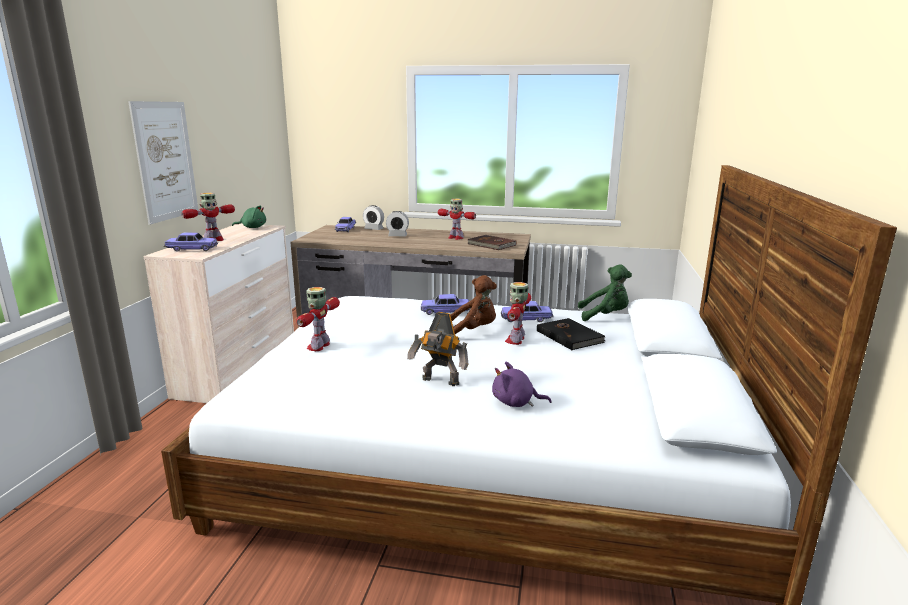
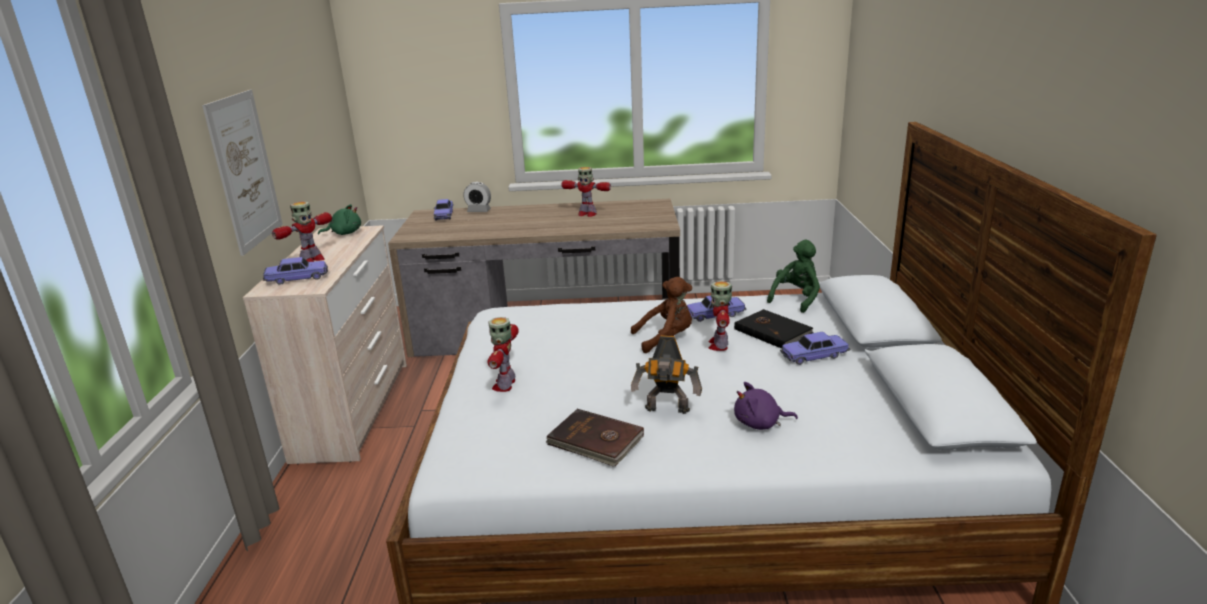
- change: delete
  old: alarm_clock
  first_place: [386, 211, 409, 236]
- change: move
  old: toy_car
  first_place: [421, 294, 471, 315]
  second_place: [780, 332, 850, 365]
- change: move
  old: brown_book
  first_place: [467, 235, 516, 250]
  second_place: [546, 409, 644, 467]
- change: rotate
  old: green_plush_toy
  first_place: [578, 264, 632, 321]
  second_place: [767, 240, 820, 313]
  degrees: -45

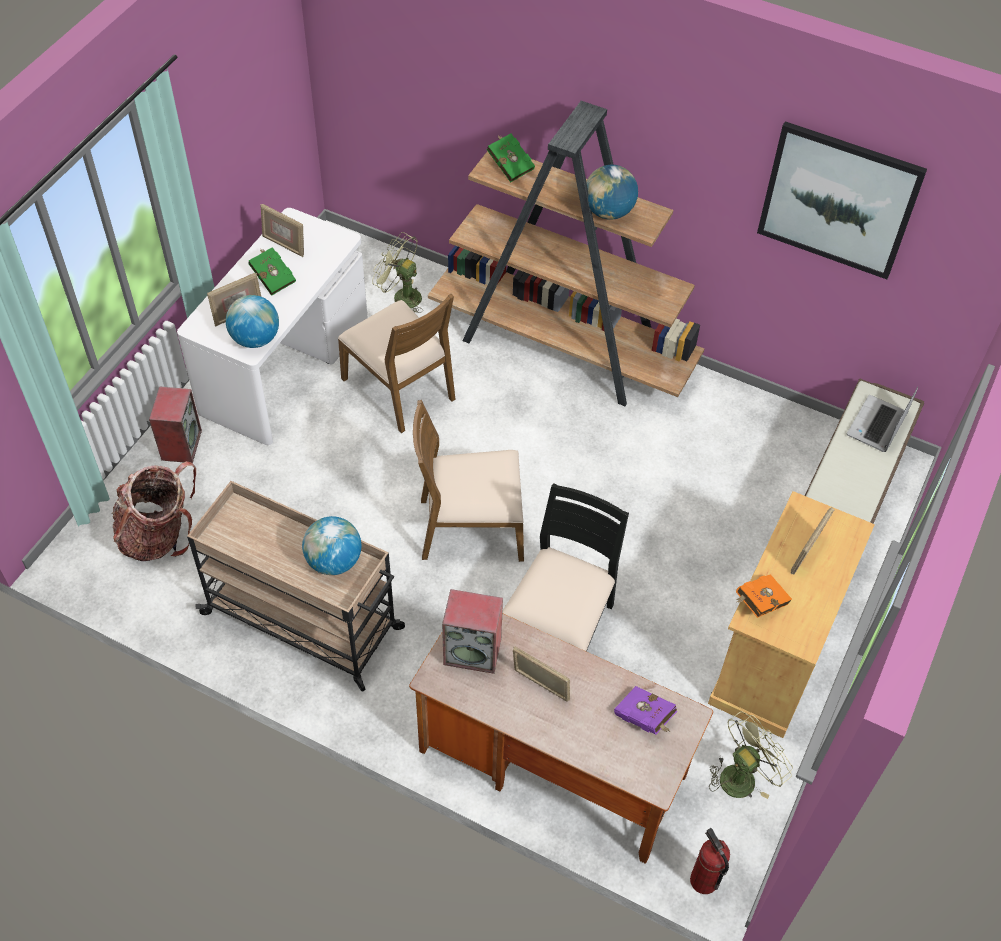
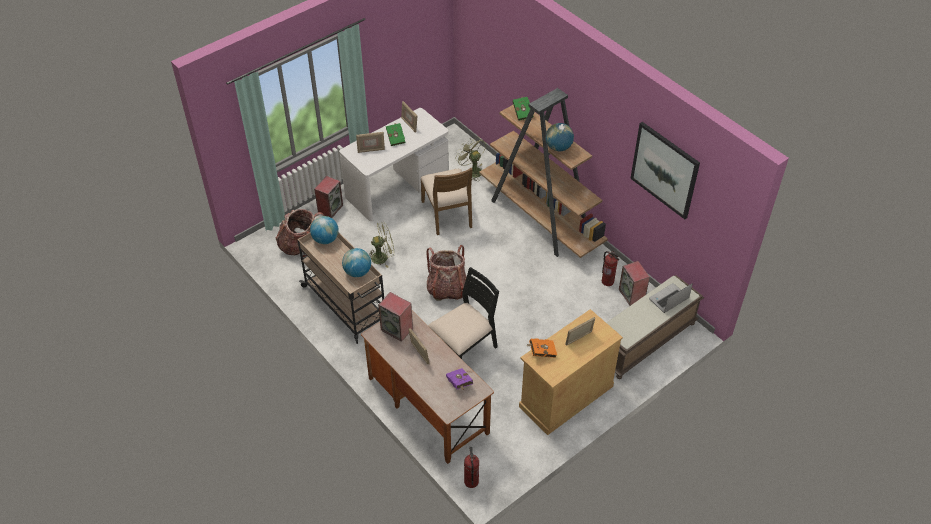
- change: insert
  new: fire_extinguisher
  second_place: [602, 251, 620, 286]
- change: insert
  new: speaker
  second_place: [619, 261, 650, 306]
- change: move
  old: globe
  first_place: [226, 295, 279, 348]
  second_place: [310, 216, 339, 244]
- change: move
  old: green_fan
  first_place: [709, 711, 793, 799]
  second_place: [369, 222, 395, 268]
- change: replace
  old: brown_chair
  new: backpack
  first_place: [413, 400, 524, 562]
  second_place: [426, 245, 466, 301]

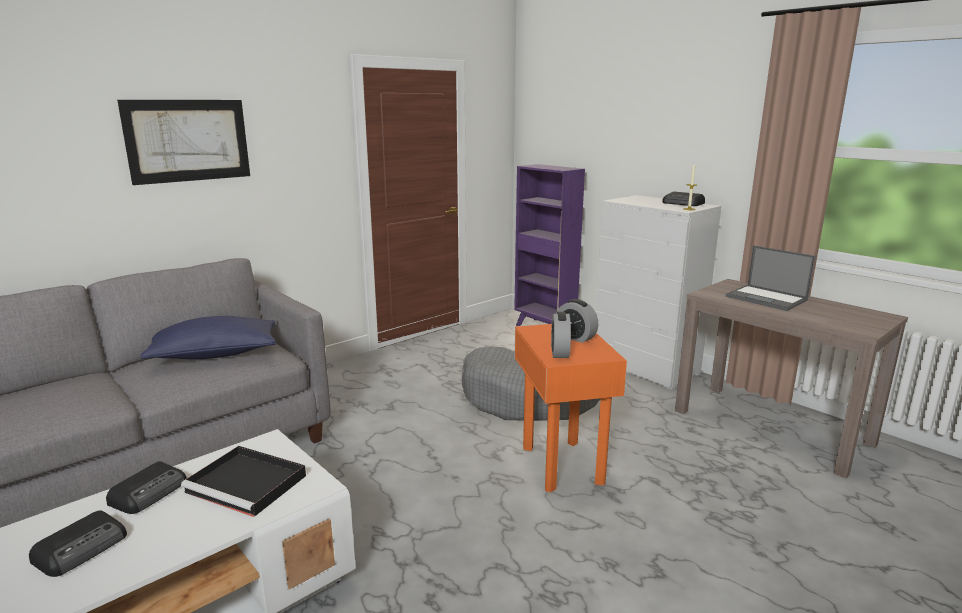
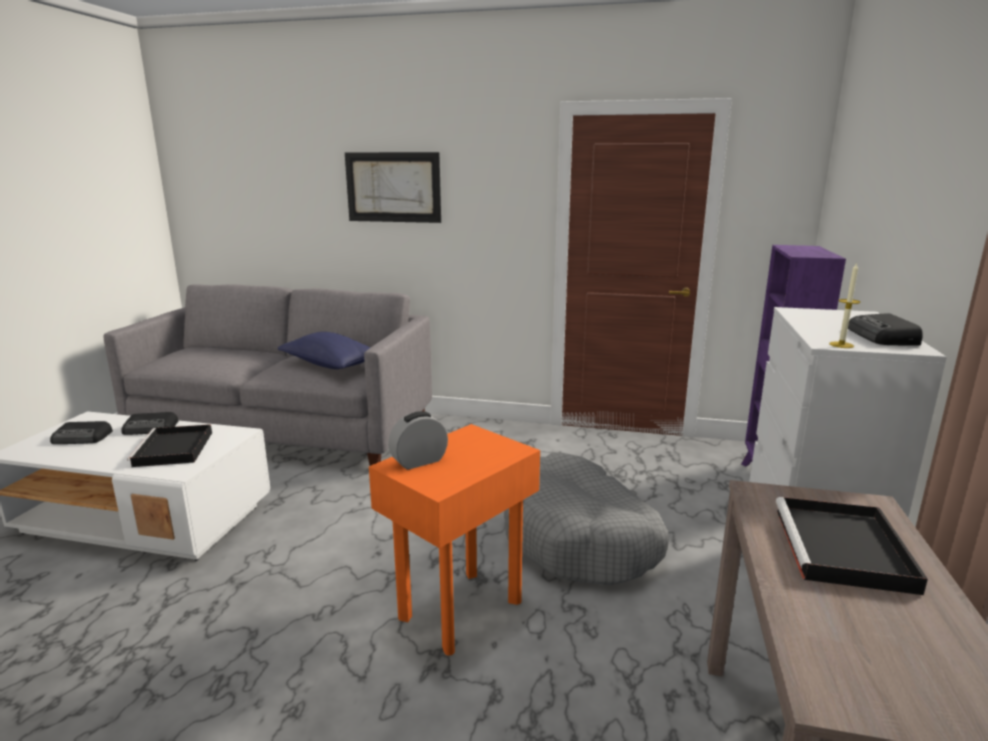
- change: delete
  old: alarm_clock
  first_place: [556, 299, 598, 343]
- change: replace
  old: laptop
  new: black_tray
  first_place: [726, 245, 815, 311]
  second_place: [775, 497, 928, 595]

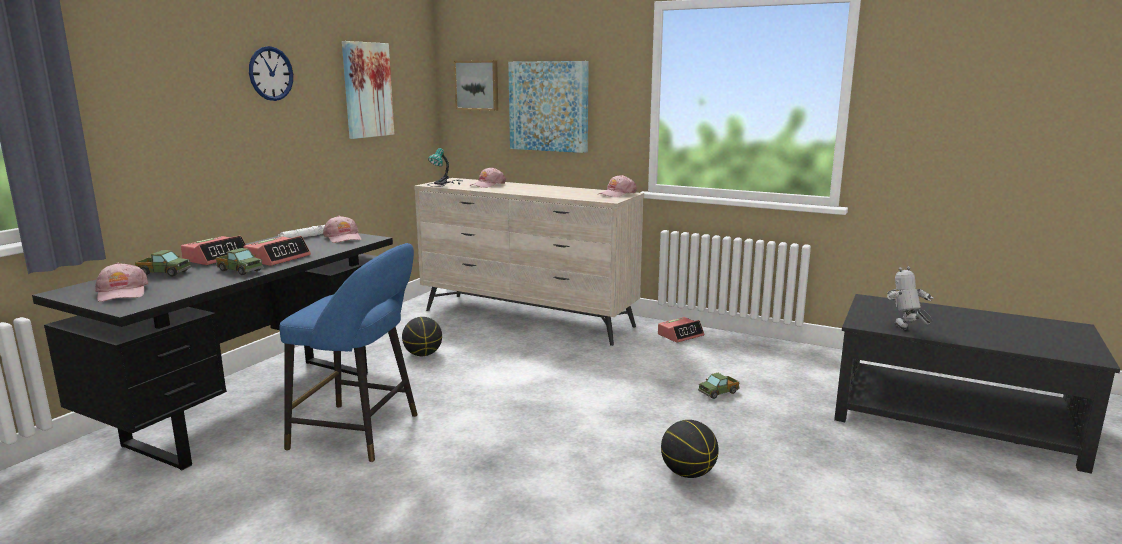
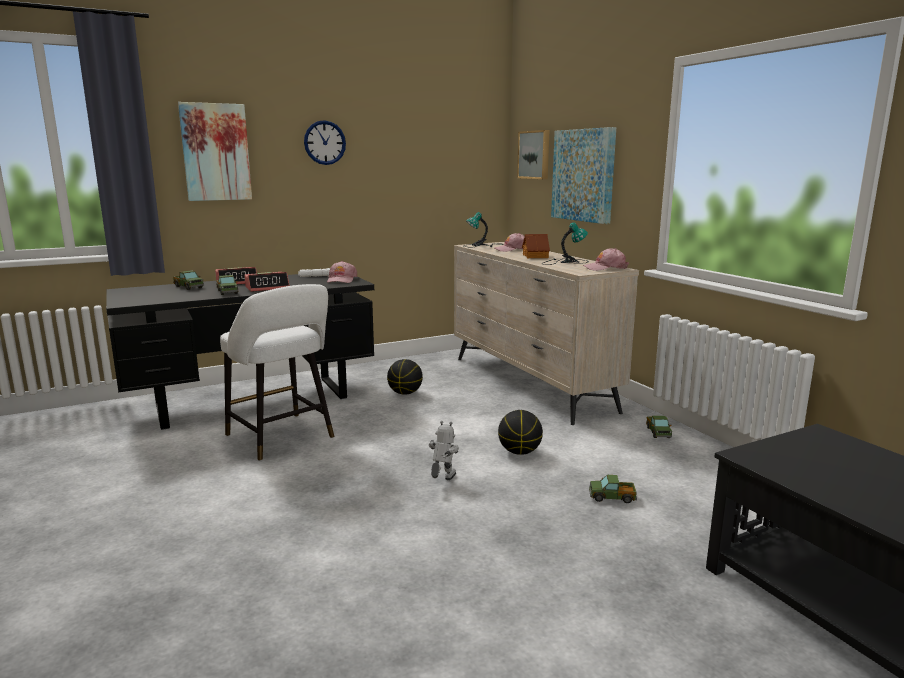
- change: delete
  old: pink_cap
  first_place: [95, 263, 148, 302]
- change: insert
  new: toy_house
  second_place: [522, 234, 550, 258]
- change: insert
  new: table_lamp
  second_place: [543, 222, 589, 265]
- change: move
  old: picture
  first_place: [342, 41, 394, 139]
  second_place: [178, 102, 252, 201]
- change: move
  old: basketball
  first_place: [661, 420, 719, 478]
  second_place: [498, 410, 543, 455]
- change: move
  old: toy_robot
  first_place: [887, 266, 934, 330]
  second_place: [429, 421, 459, 480]
- change: replace
  old: alarm_clock
  new: toy_truck
  first_place: [658, 317, 704, 343]
  second_place: [646, 416, 672, 438]
- change: recolor
  old: blue_stool
  new: white_stool
  first_place: [279, 243, 418, 462]
  second_place: [220, 284, 334, 461]

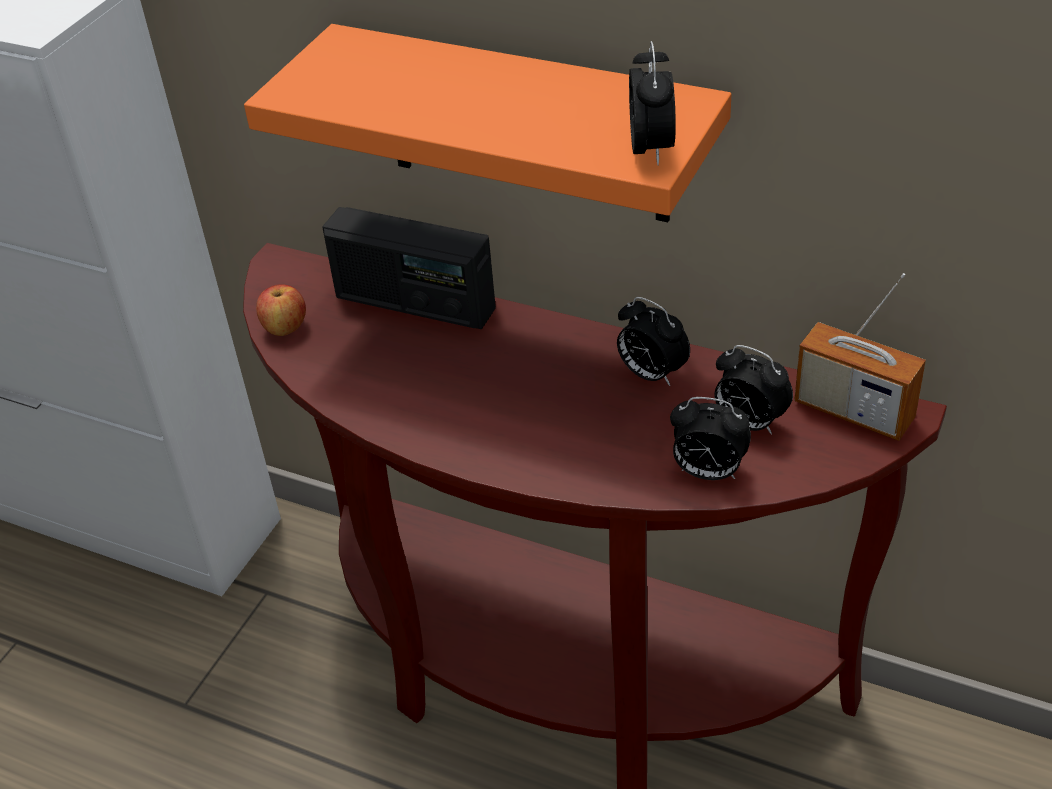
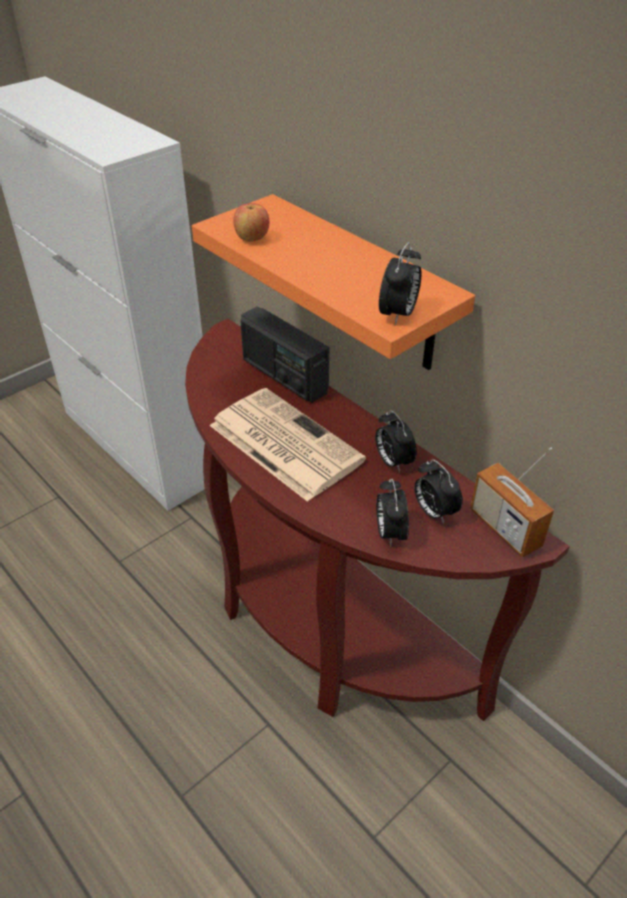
- change: insert
  new: newspaper
  second_place: [210, 388, 366, 502]
- change: move
  old: apple
  first_place: [256, 284, 306, 336]
  second_place: [233, 203, 269, 242]
- change: rotate
  old: alarm_clock
  first_place: [670, 397, 751, 480]
  second_place: [376, 479, 409, 547]
  degrees: 45

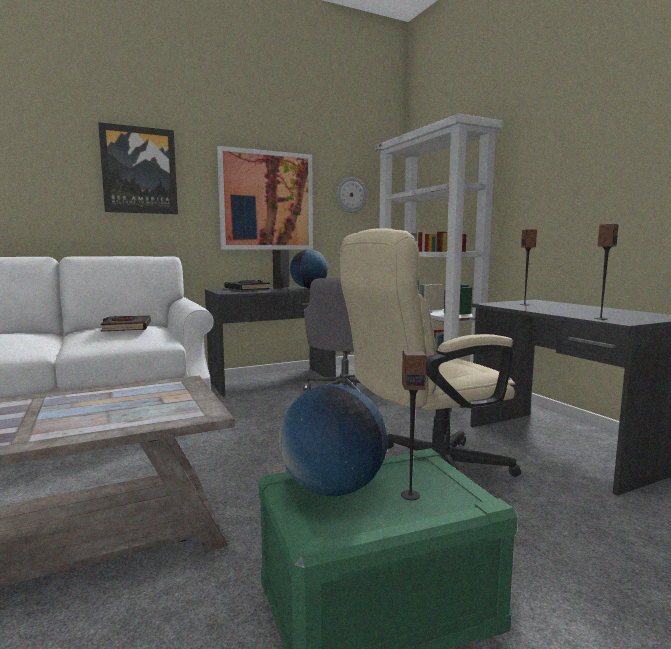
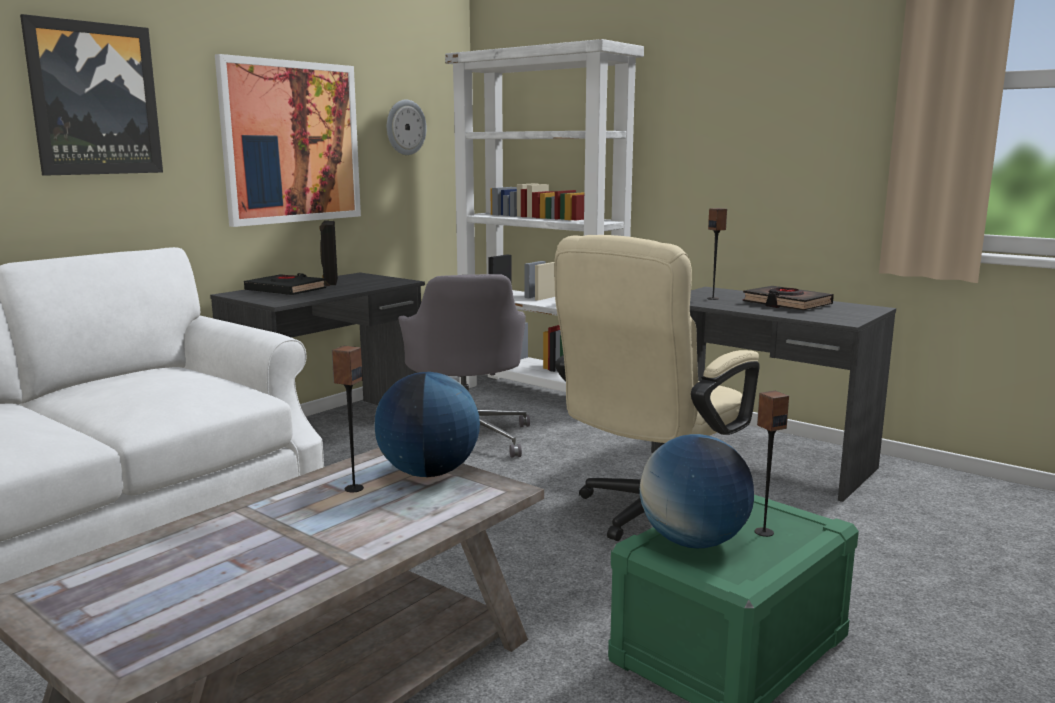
- change: move
  old: black_book
  first_place: [100, 316, 151, 332]
  second_place: [743, 286, 834, 310]
- change: move
  old: globe
  first_place: [290, 249, 328, 288]
  second_place: [375, 372, 480, 477]
- change: move
  old: speaker
  first_place: [594, 224, 618, 320]
  second_place: [332, 346, 364, 493]

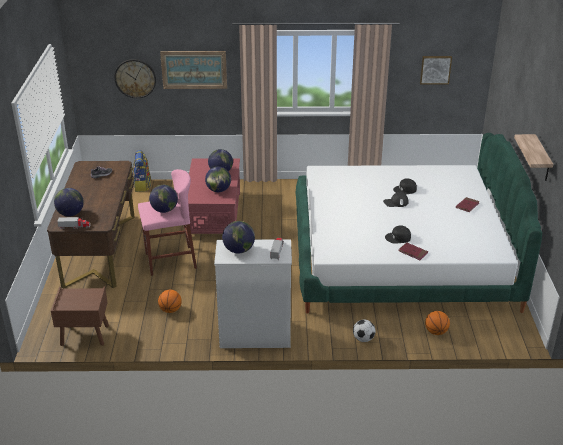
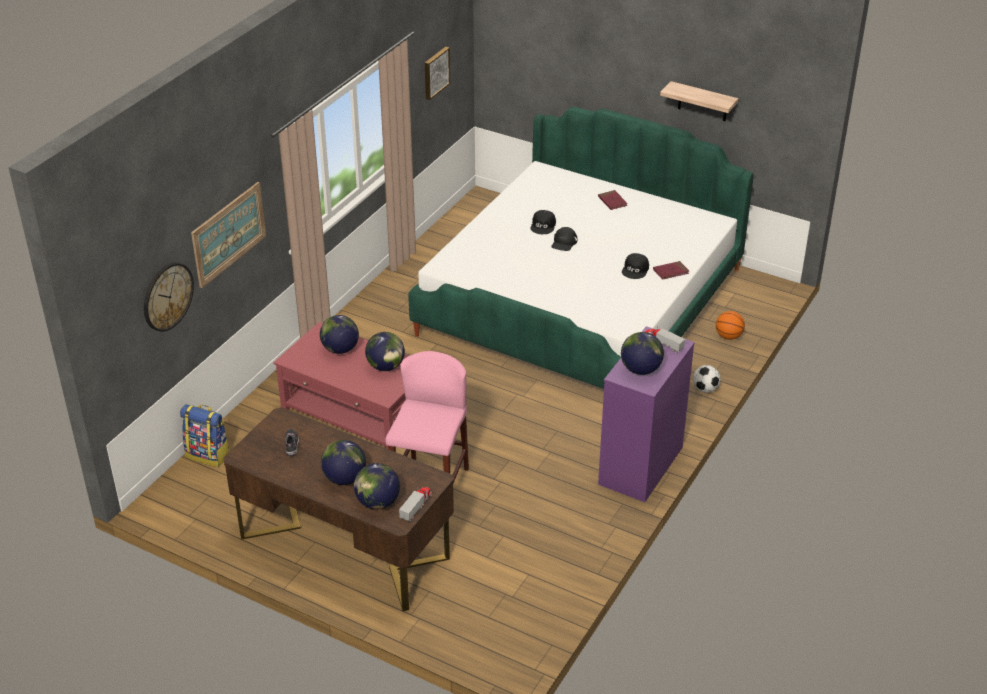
- change: delete
  old: brown_nightstand
  first_place: [51, 287, 109, 346]
- change: delete
  old: basketball
  first_place: [158, 290, 182, 313]
- change: move
  old: globe
  first_place: [149, 185, 178, 213]
  second_place: [321, 440, 366, 485]
- change: recolor
  old: white_dresser
  new: purple_dresser
  first_place: [214, 239, 292, 348]
  second_place: [598, 326, 695, 502]

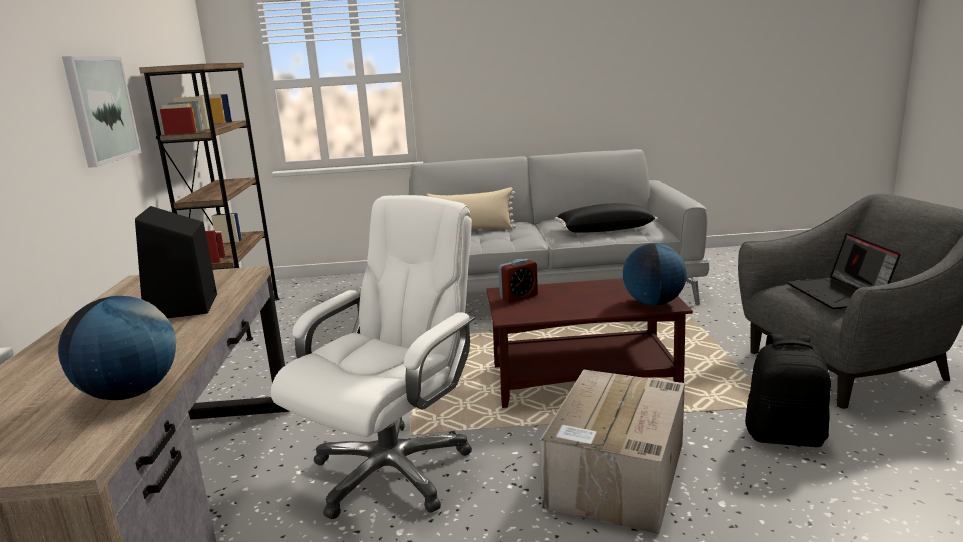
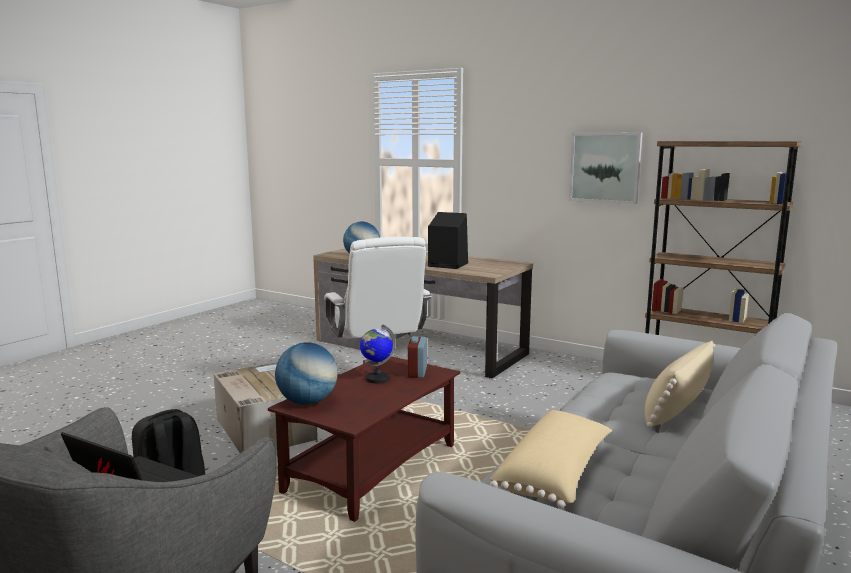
- change: insert
  new: globe
  second_place: [360, 325, 396, 384]
- change: recolor
  old: black_pillow
  new: beige_pillow
  first_place: [555, 203, 658, 233]
  second_place: [490, 410, 612, 508]

